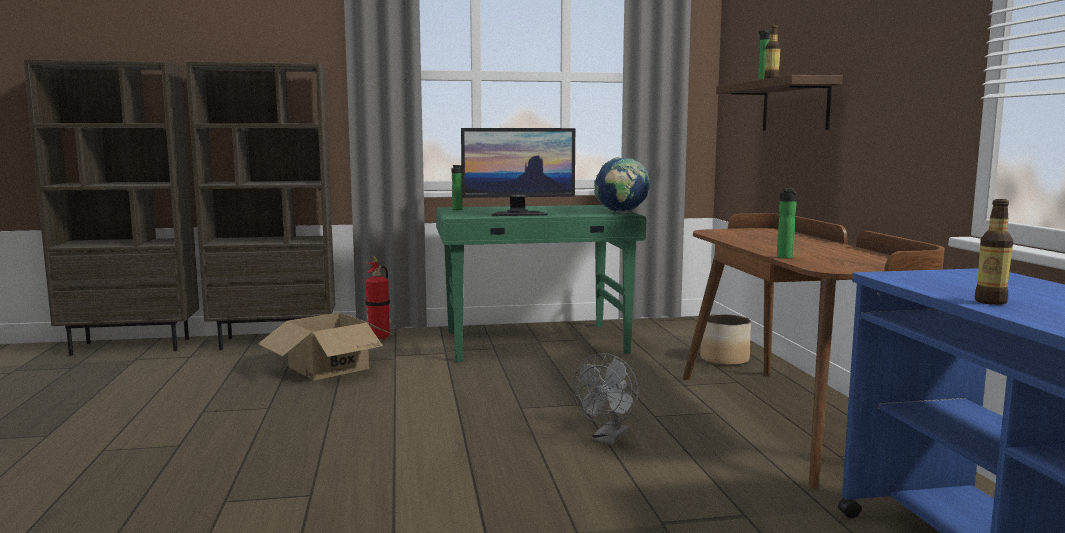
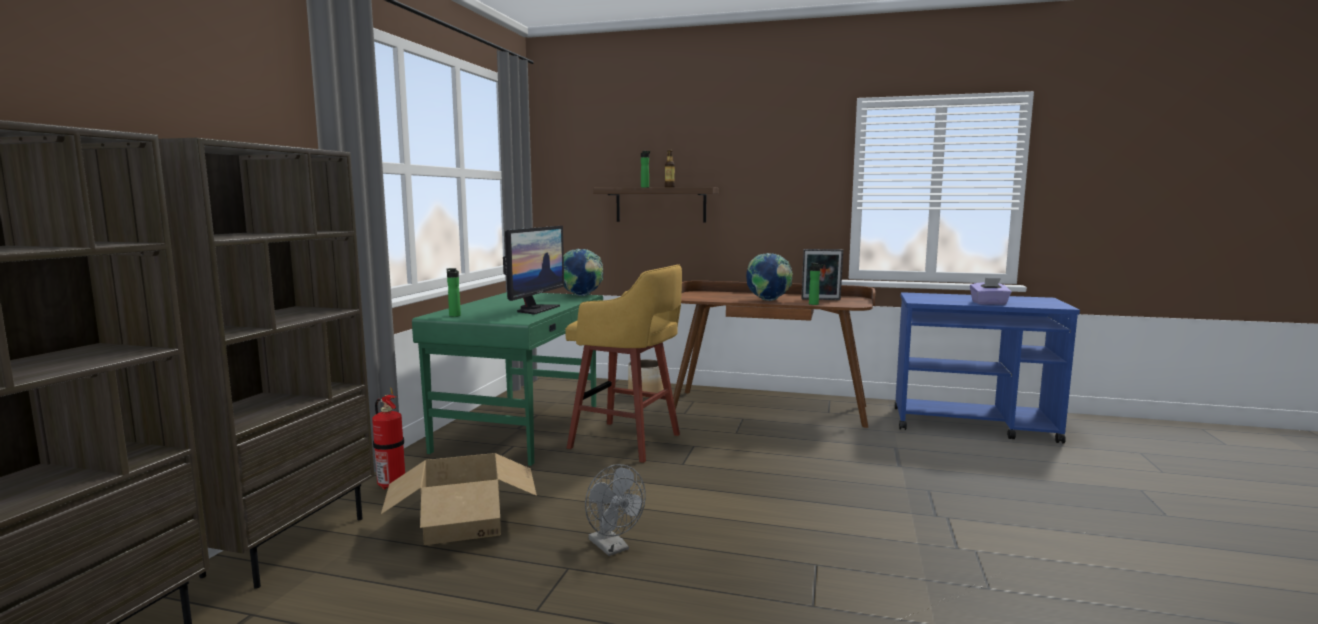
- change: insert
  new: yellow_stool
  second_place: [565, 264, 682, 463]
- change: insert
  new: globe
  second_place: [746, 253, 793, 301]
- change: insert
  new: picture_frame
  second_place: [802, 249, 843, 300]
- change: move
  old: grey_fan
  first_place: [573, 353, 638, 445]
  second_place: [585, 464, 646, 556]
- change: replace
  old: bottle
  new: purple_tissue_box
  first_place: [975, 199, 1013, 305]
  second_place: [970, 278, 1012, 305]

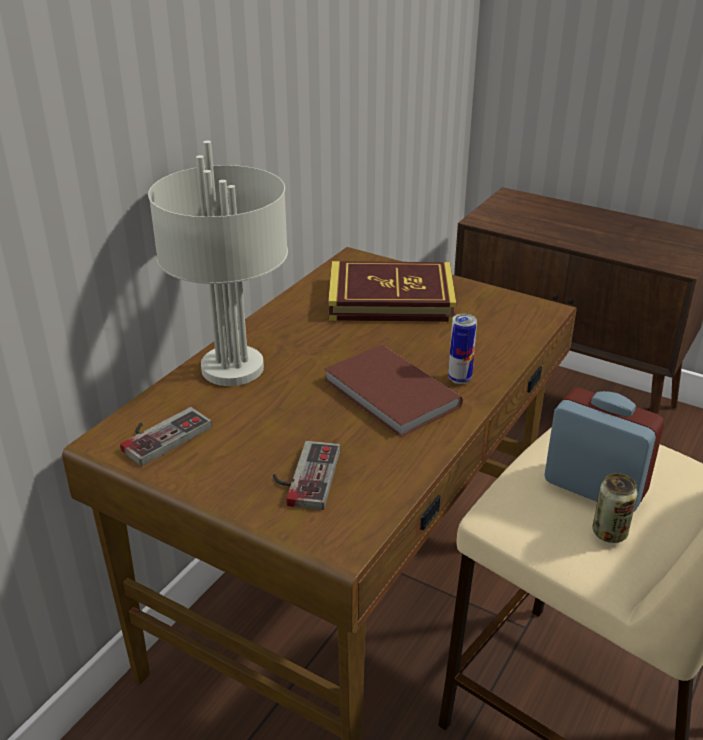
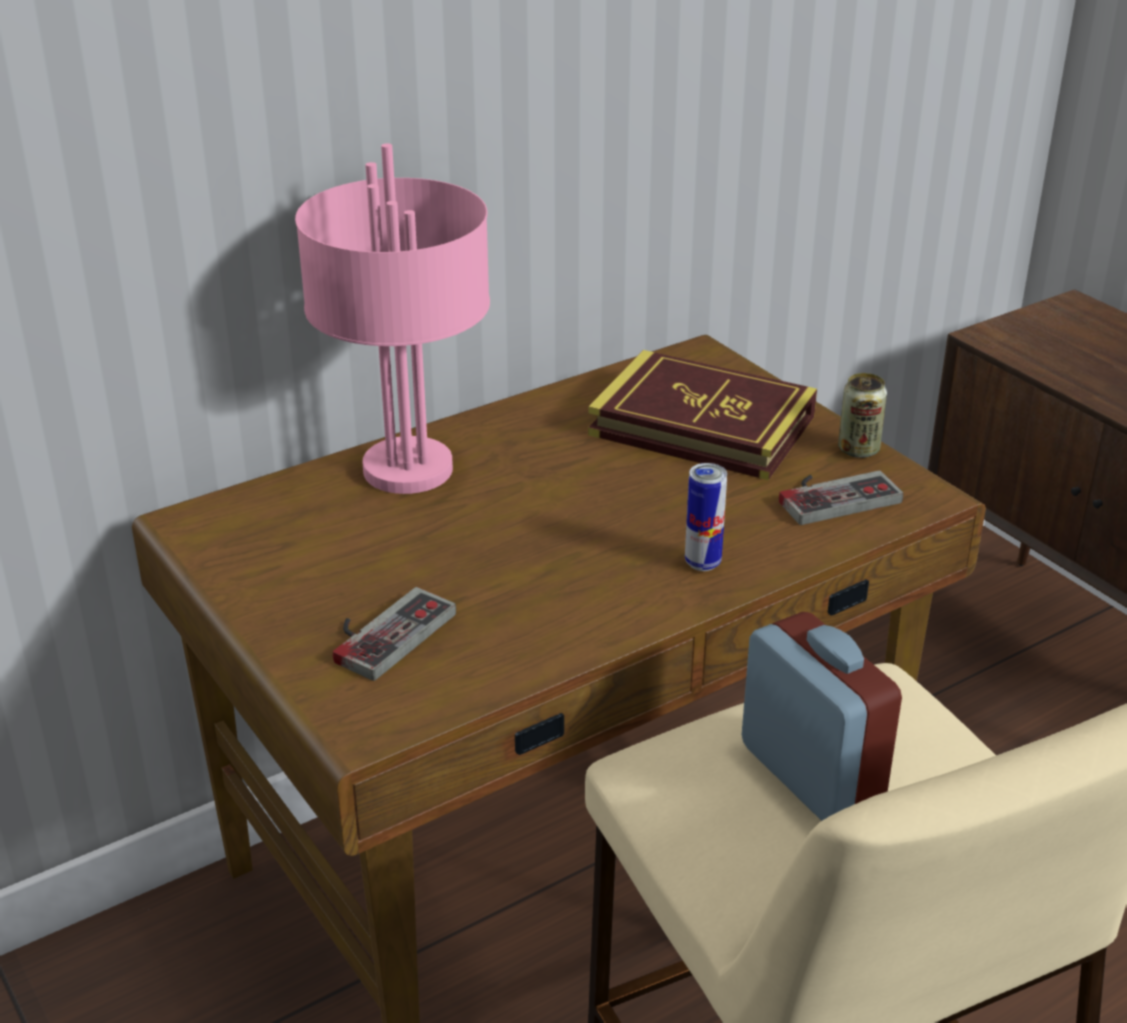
- change: delete
  old: brown_book
  first_place: [324, 345, 463, 437]
- change: move
  old: game_controller
  first_place: [120, 407, 212, 466]
  second_place: [779, 471, 903, 525]
- change: move
  old: can
  first_place: [592, 473, 638, 543]
  second_place: [838, 373, 887, 458]
- change: recolor
  old: grey_table_lamp
  new: pink_table_lamp
  first_place: [148, 141, 288, 386]
  second_place: [295, 143, 490, 494]

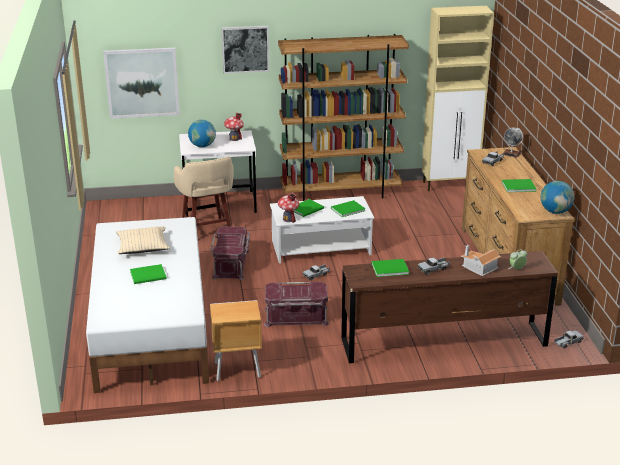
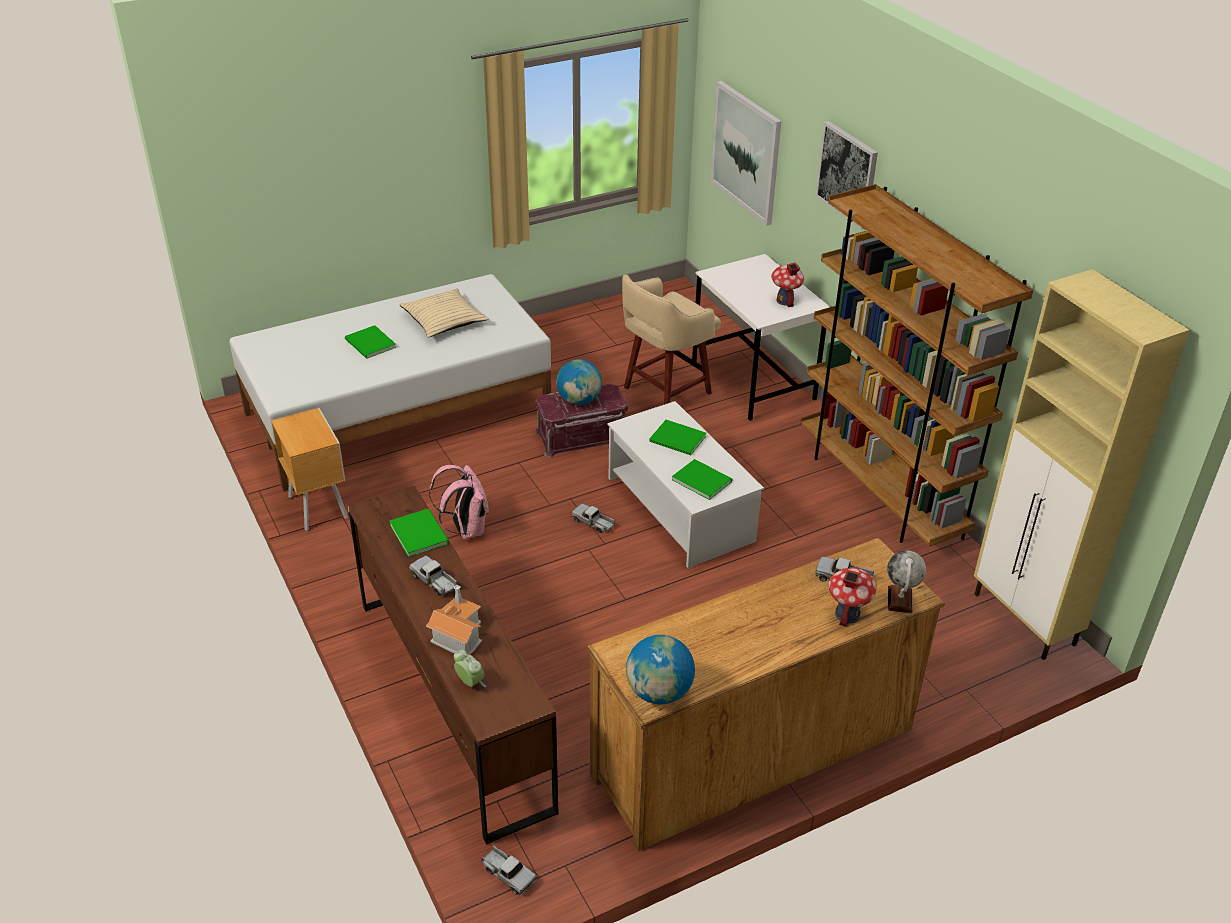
- change: delete
  old: green_book
  first_place: [502, 179, 536, 192]
- change: move
  old: globe
  first_place: [188, 120, 216, 147]
  second_place: [556, 359, 602, 405]
- change: move
  old: toy_house
  first_place: [278, 193, 299, 223]
  second_place: [828, 568, 876, 627]
- change: replace
  old: red_storage_box
  new: pink_backpack
  first_place: [264, 282, 329, 327]
  second_place: [429, 465, 489, 539]

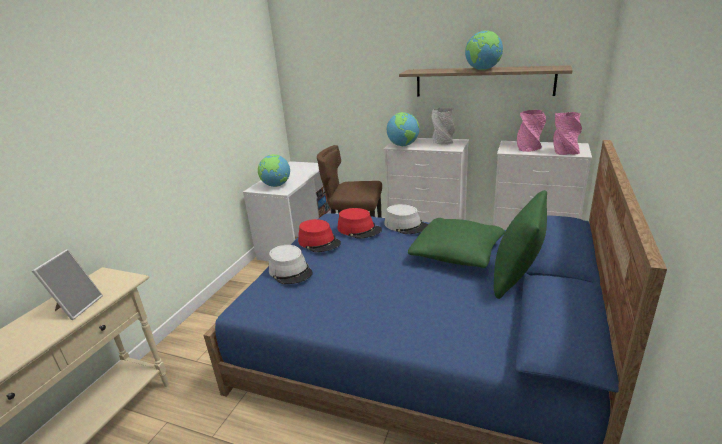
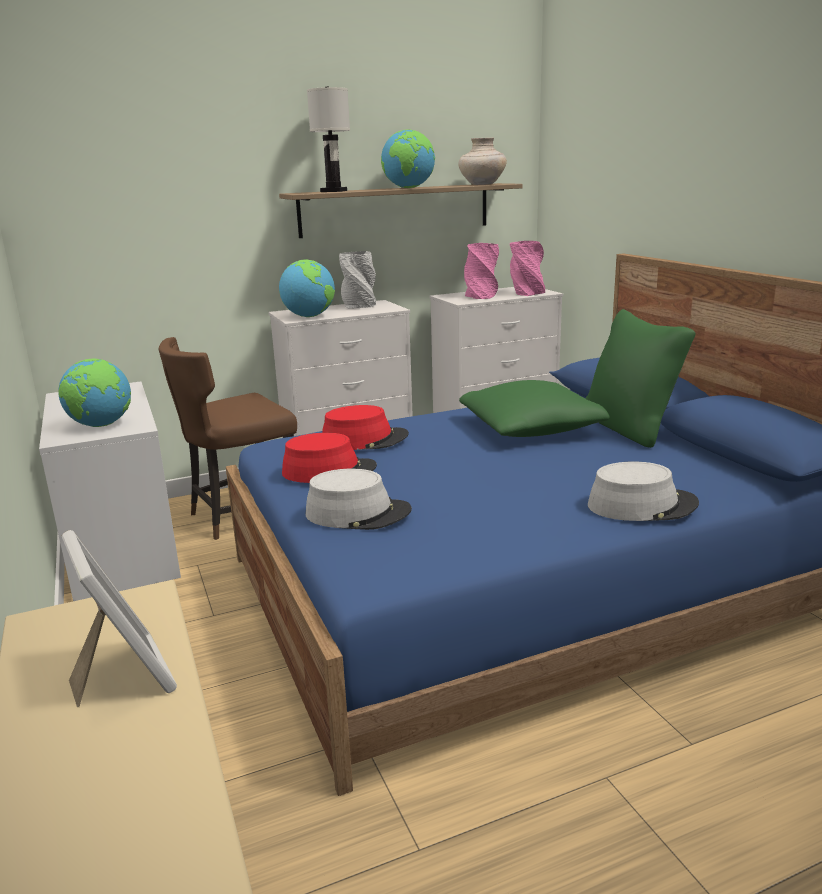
- change: insert
  new: white_table_lamp
  second_place: [307, 87, 350, 192]
- change: insert
  new: beige_vase
  second_place: [458, 138, 507, 185]
- change: move
  old: grey_hat
  first_place: [384, 204, 428, 234]
  second_place: [588, 461, 699, 521]

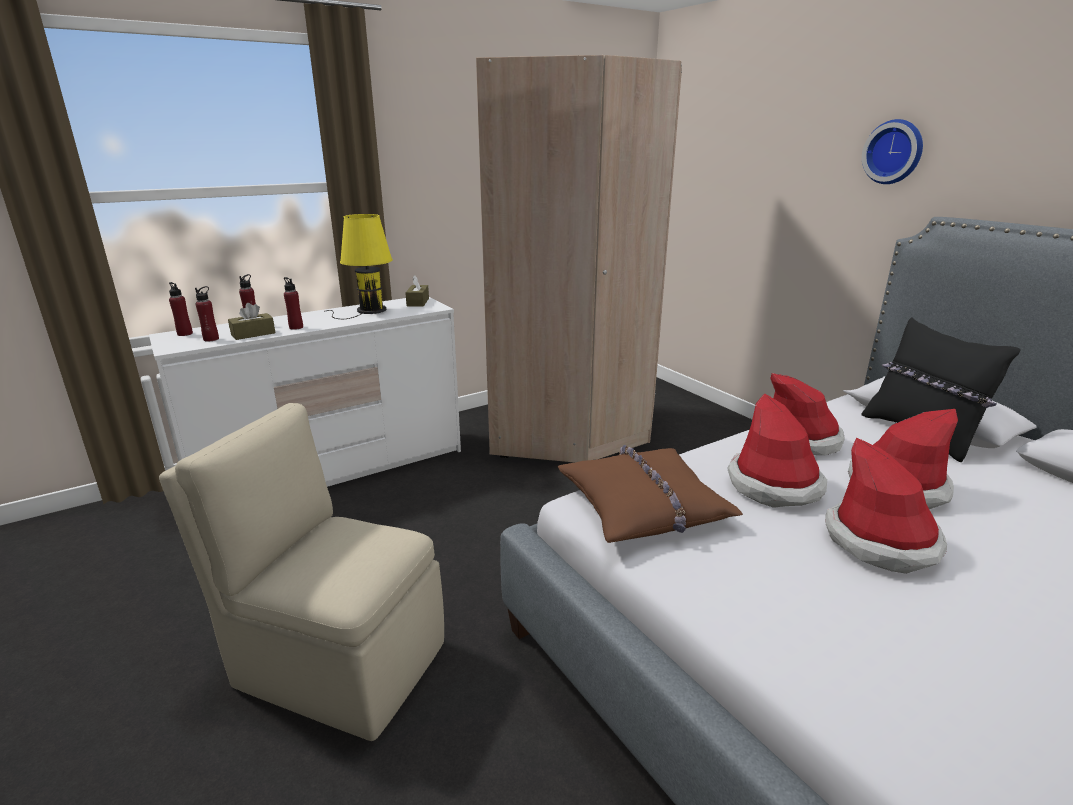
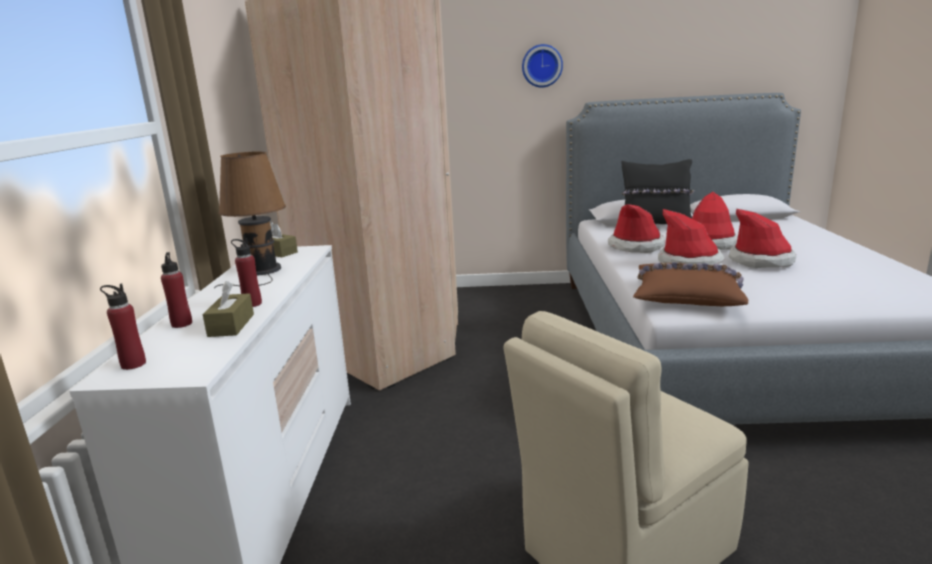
- change: delete
  old: red_bottle
  first_place: [195, 286, 219, 342]
- change: recolor
  old: yellow_table_lamp
  new: brown_table_lamp
  first_place: [324, 214, 393, 319]
  second_place: [214, 151, 286, 289]

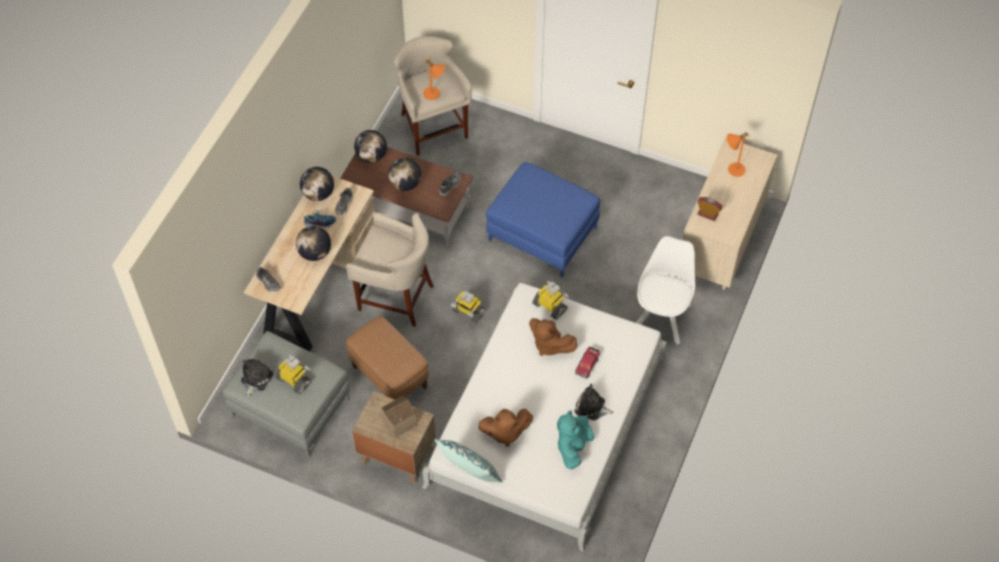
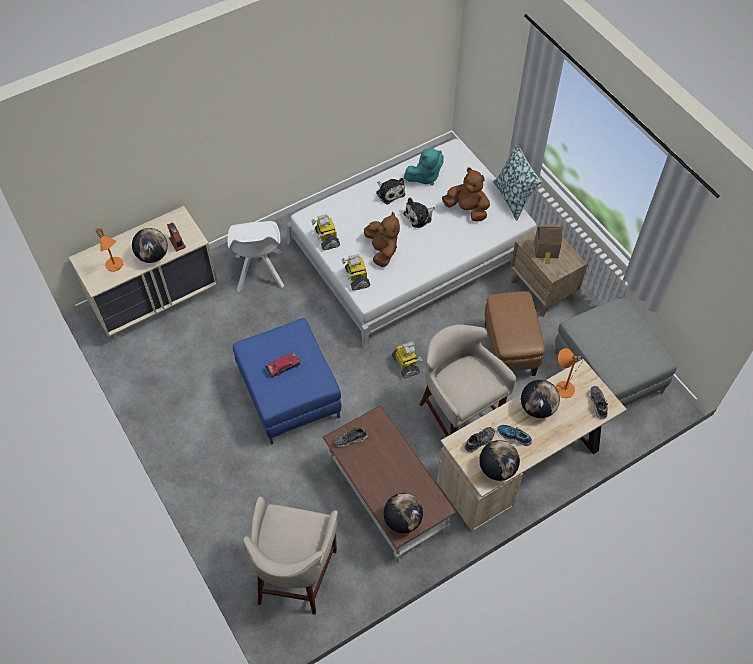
- change: move
  old: plush_toy
  first_place: [241, 359, 273, 398]
  second_place: [403, 198, 435, 228]
- change: move
  old: toy_robot
  first_place: [275, 354, 312, 394]
  second_place: [311, 214, 340, 250]
- change: move
  old: globe
  first_place: [388, 158, 421, 191]
  second_place: [132, 228, 168, 263]
- change: move
  old: orange_table_lamp
  first_place: [423, 57, 445, 100]
  second_place: [556, 348, 583, 398]
- change: move
  old: toy_car
  first_place: [575, 347, 600, 379]
  second_place: [265, 352, 300, 377]
- change: rotate
  old: white_chair
  first_place: [636, 236, 695, 345]
  second_place: [228, 221, 284, 292]
  degrees: -60

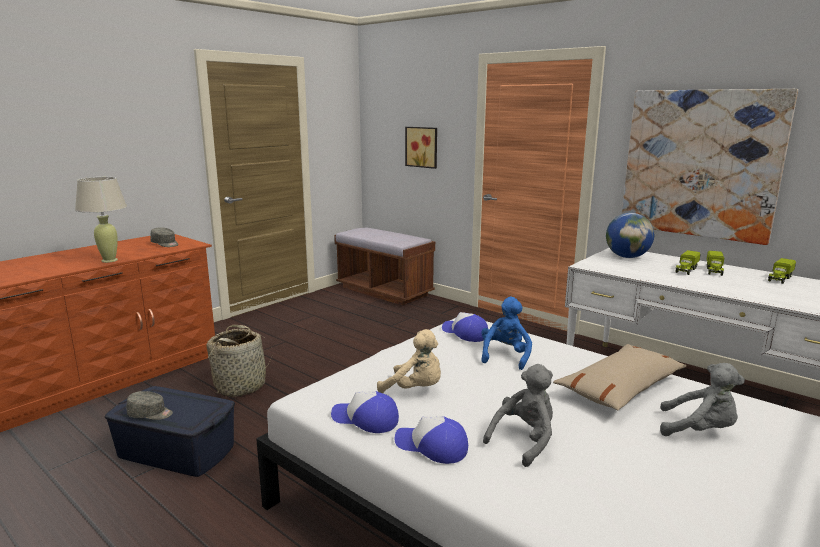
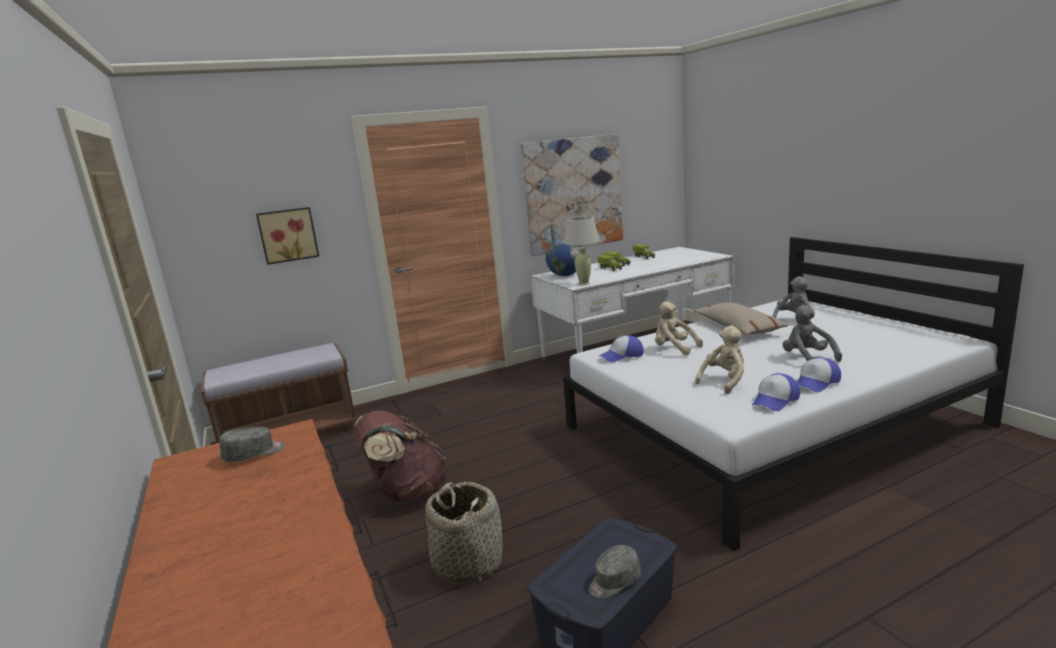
- change: insert
  new: brown_backpack
  second_place: [353, 411, 446, 502]
- change: move
  old: beige_table_lamp
  first_place: [75, 177, 127, 263]
  second_place: [563, 216, 600, 285]
- change: recolor
  old: blue_plush_toy
  new: beige_plush_toy
  first_place: [481, 297, 532, 370]
  second_place: [655, 301, 703, 355]
- change: rotate
  old: grey_cap
  first_place: [126, 391, 173, 420]
  second_place: [589, 545, 641, 598]
  degrees: -150

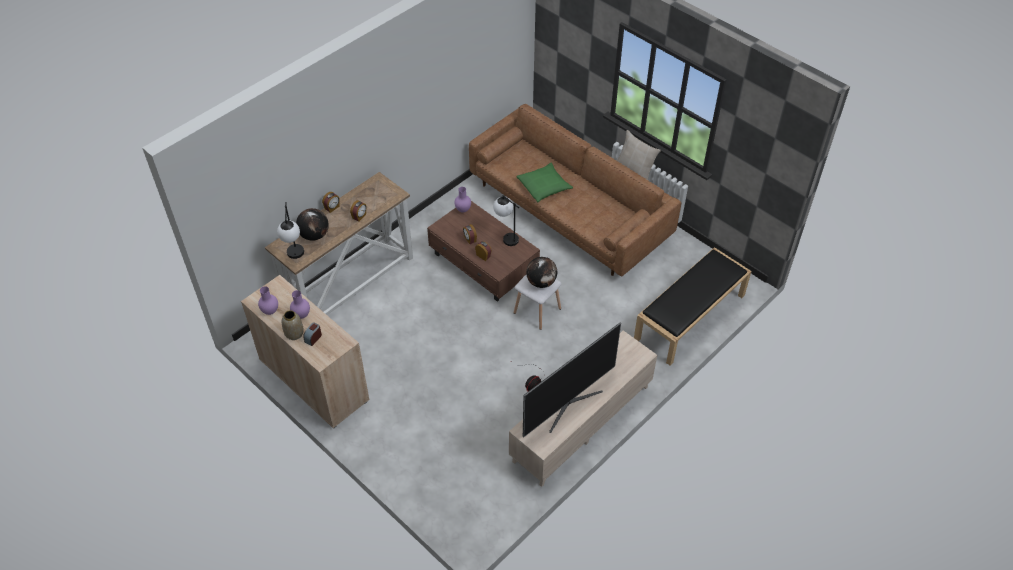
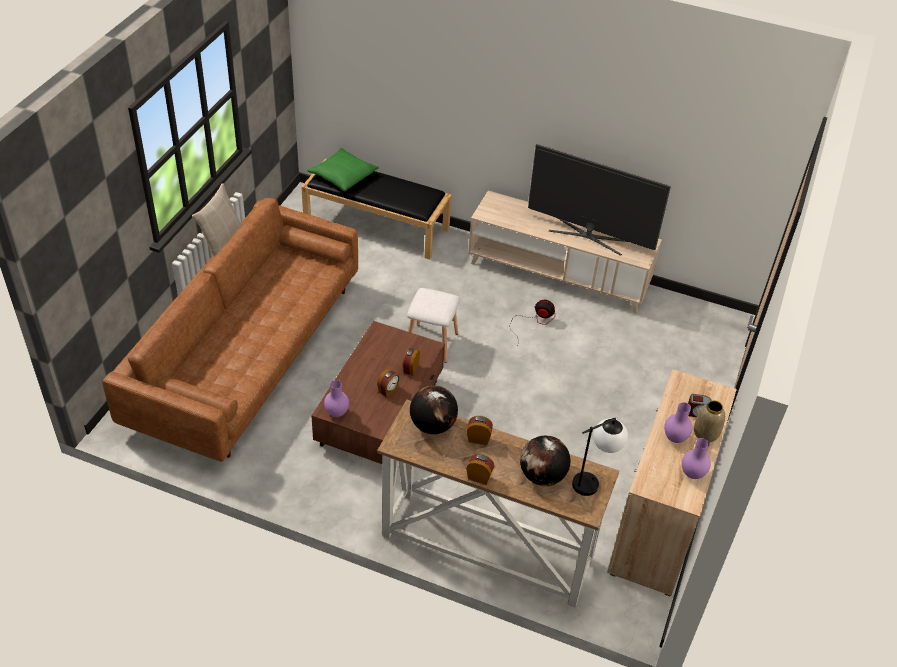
- change: delete
  old: table_lamp
  first_place: [493, 195, 519, 246]
- change: move
  old: green_pillow
  first_place: [516, 162, 573, 202]
  second_place: [307, 148, 379, 192]
- change: move
  old: globe
  first_place: [526, 257, 557, 288]
  second_place: [410, 386, 458, 434]

